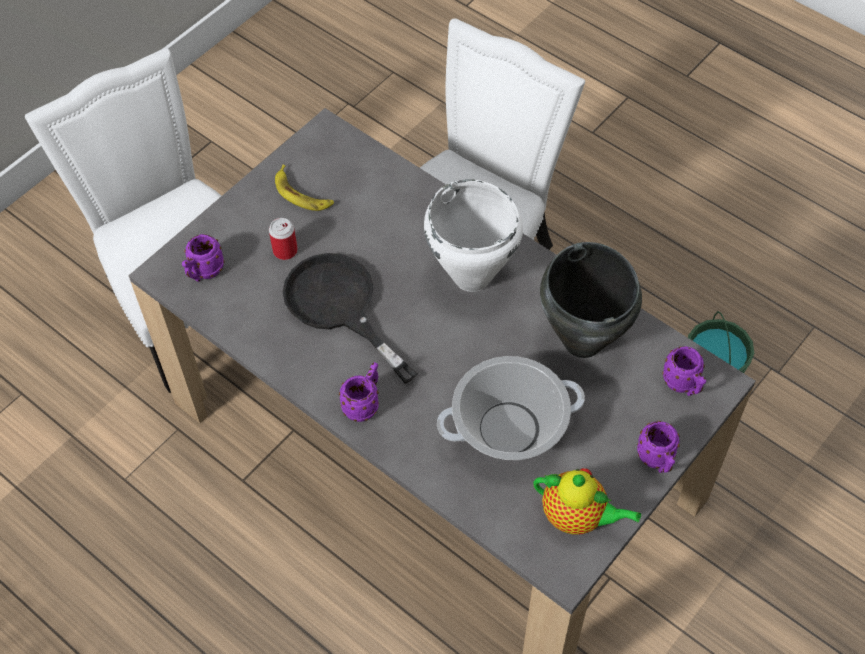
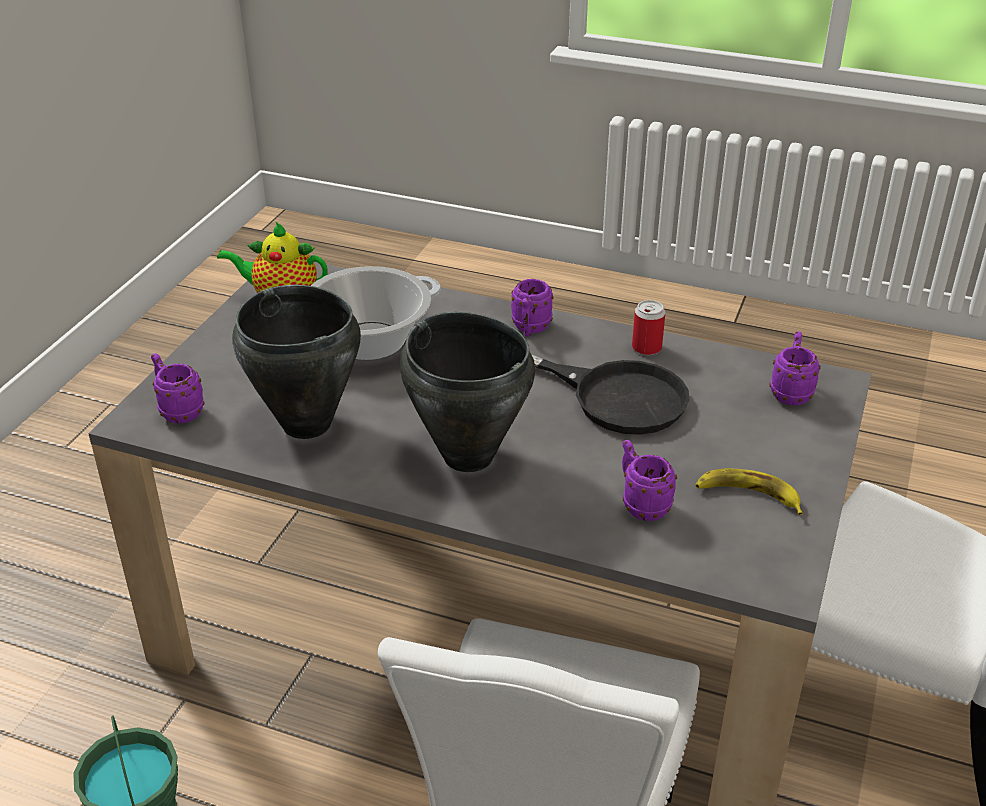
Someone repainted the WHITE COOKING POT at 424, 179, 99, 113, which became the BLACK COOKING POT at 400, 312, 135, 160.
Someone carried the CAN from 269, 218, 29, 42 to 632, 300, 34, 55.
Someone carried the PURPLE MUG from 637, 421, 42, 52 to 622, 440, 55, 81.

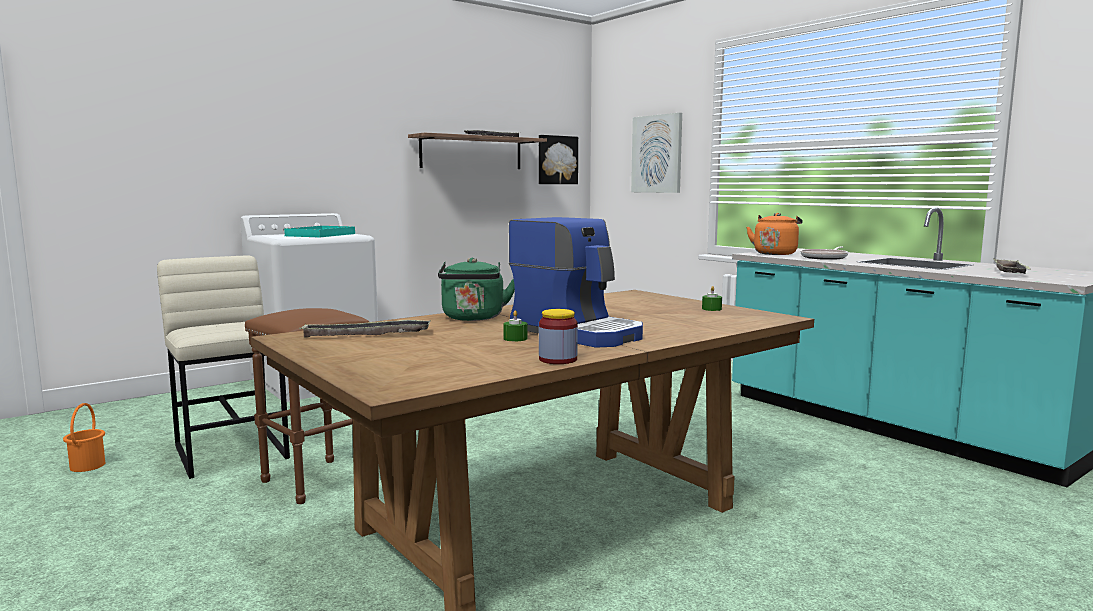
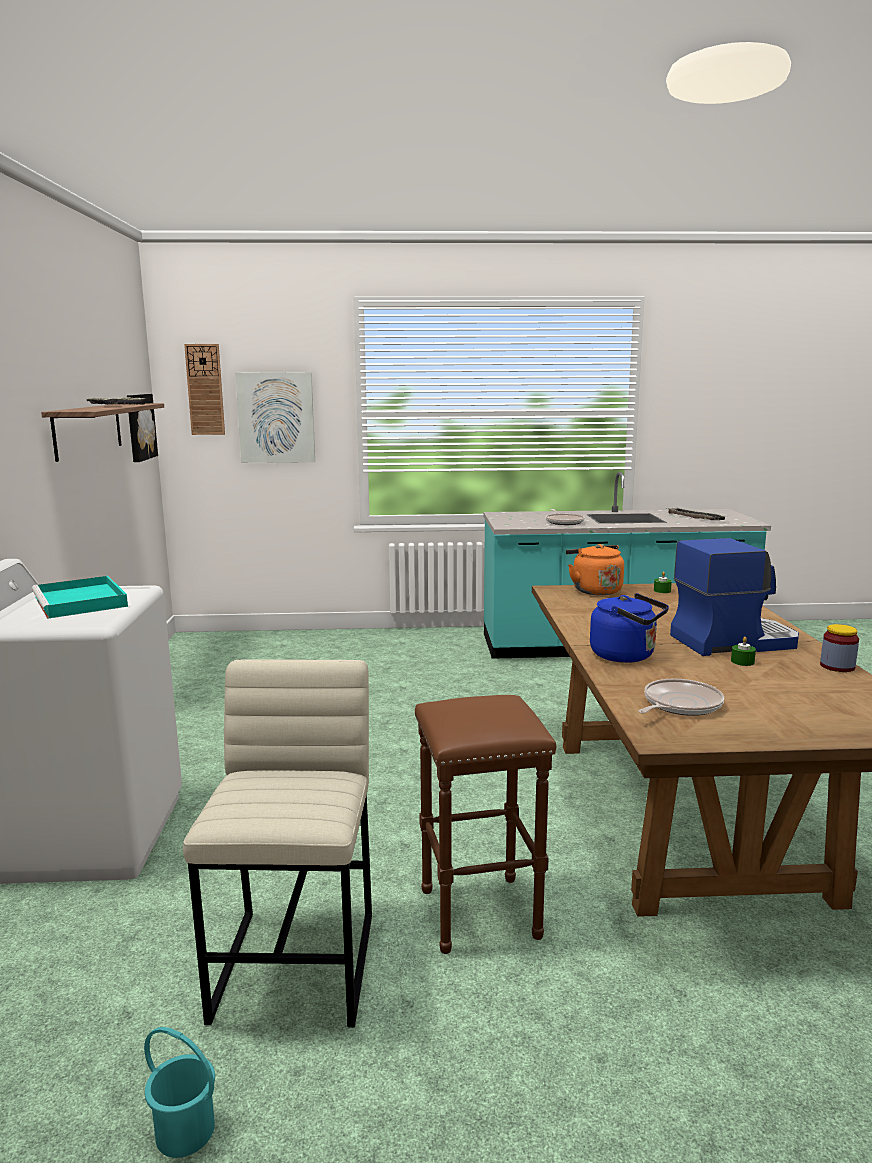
Someone carried the ORANGE KETTLE from 747, 213, 56, 42 to 566, 544, 58, 51.
Someone rotated the BEIGE CHAIR at 157, 256, 133, 223 by 90 degrees clockwise.
Someone repainted the GREEN KETTLE at 438, 258, 77, 63, which became the BLUE KETTLE at 590, 593, 79, 70.
Someone swapped the TRAY at 299, 320, 132, 18 for the FRYING PAN at 638, 679, 86, 37.
Someone repainted the ORANGE BUCKET at 63, 403, 42, 69, which became the TURQUOISE BUCKET at 144, 1027, 71, 131.
Someone put up the WALL CLOCK at 184, 344, 41, 91.

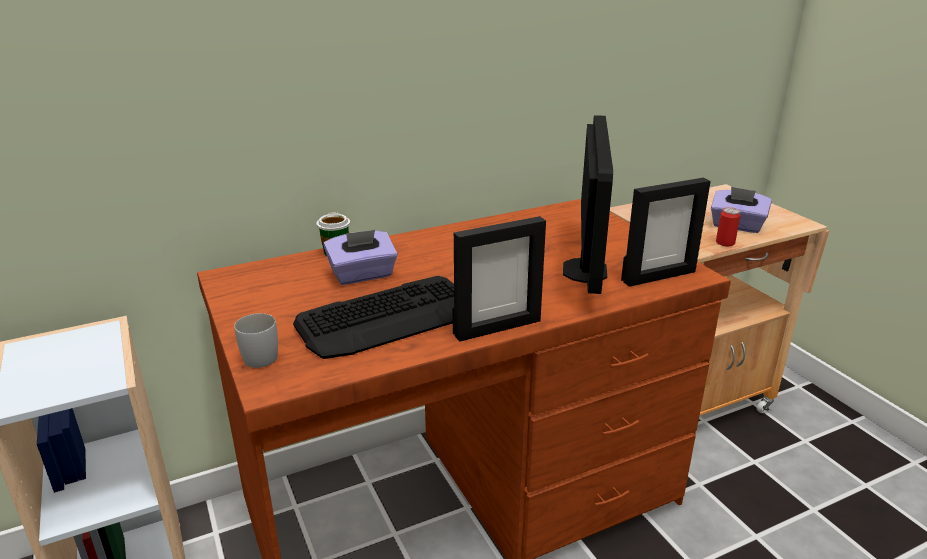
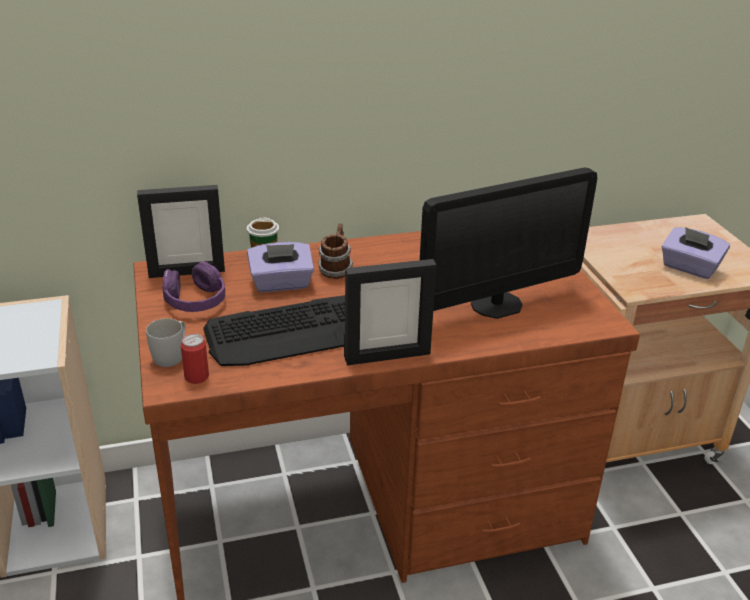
Someone rotated the MONITOR at 563, 115, 50, 179 by 45 degrees clockwise.
Someone carried the PICTURE FRAME from 621, 178, 90, 109 to 137, 185, 88, 93.
Someone carried the CAN from 716, 207, 24, 40 to 181, 334, 28, 50.
Someone put down the MUG at 318, 223, 35, 56.
Someone put down the PURPLE HEADPHONES at 162, 261, 63, 51.

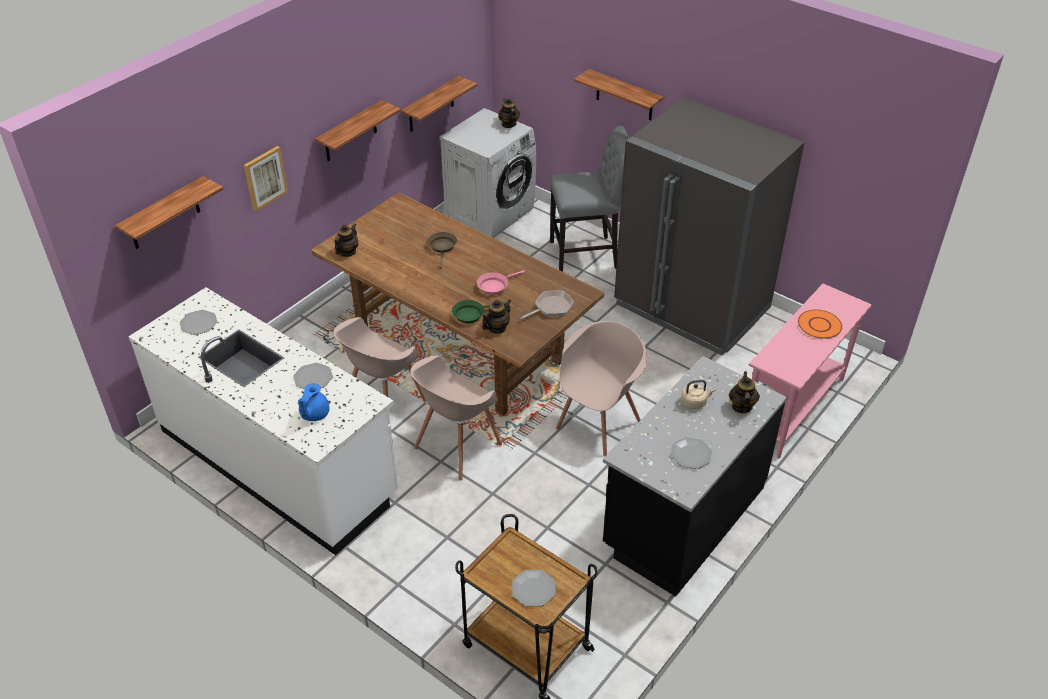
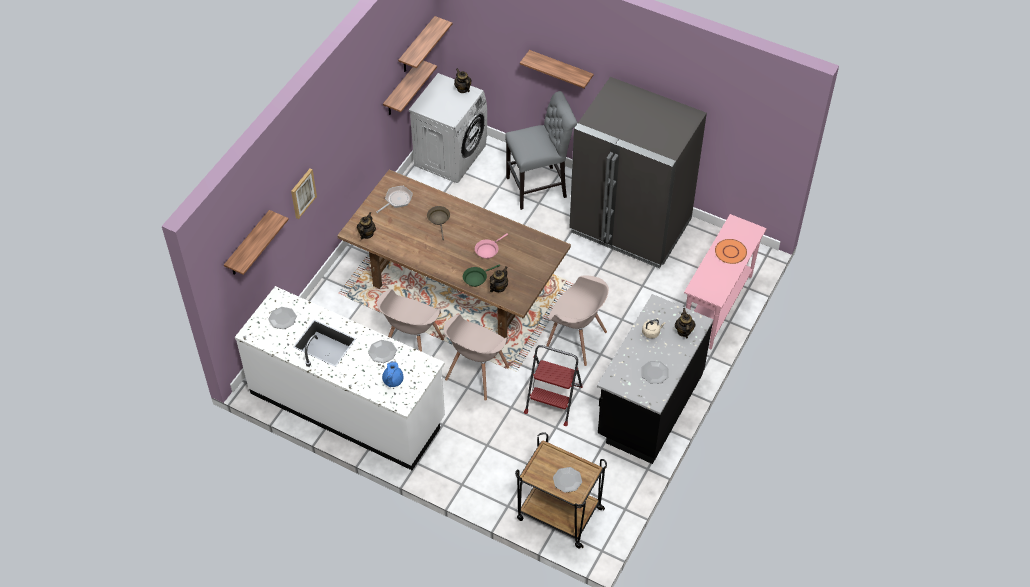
Someone carried the SHELF from 315, 100, 86, 61 to 398, 16, 54, 56.
Someone carried the FRYING PAN from 520, 290, 54, 29 to 376, 186, 37, 27.
Someone rotated the BEIGE CHAIR at 556, 321, 91, 135 by 90 degrees clockwise.
Someone put down the RED STEP LADDER at 524, 345, 59, 81.

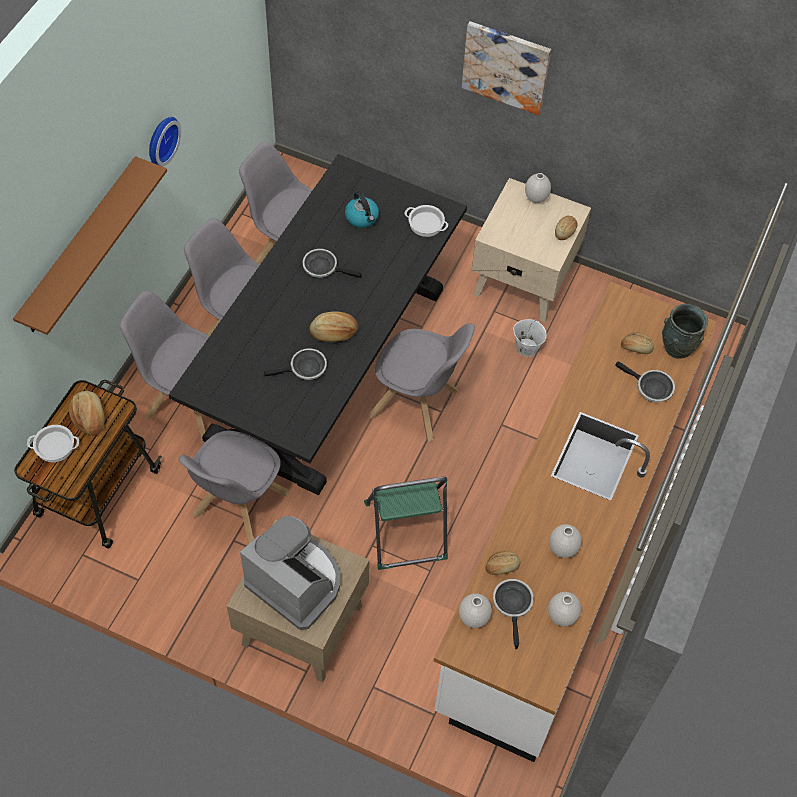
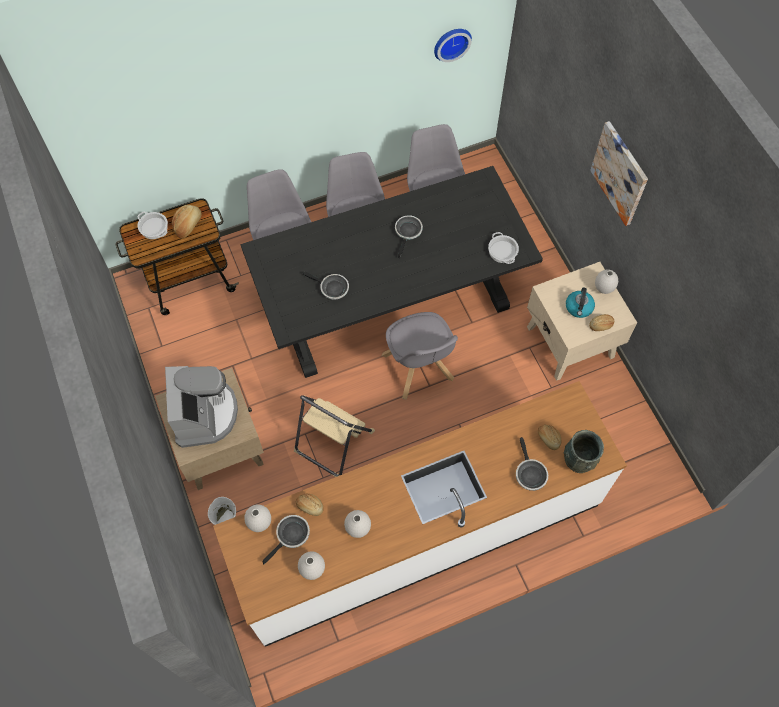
Someone carried the WALL CLOCK from 149, 117, 32, 49 to 434, 29, 38, 33.
Someone took away the BROWN SHELF at 13, 156, 154, 179.
Someone carried the KETTLE from 345, 191, 34, 37 to 566, 287, 29, 31.
Someone rotated the FRYING PAN at 303, 249, 58, 29 by 45 degrees clockwise.
Someone took away the BREAD at 310, 312, 48, 30.
Someone carried the WHITE BUCKET from 513, 317, 33, 40 to 208, 497, 28, 28.
Someone took away the GREY CHAIR at 179, 431, 111, 113.
Someone repainted the GREEN STEP LADDER at 364, 477, 84, 93, which became the BEIGE STEP LADDER at 294, 395, 81, 82.

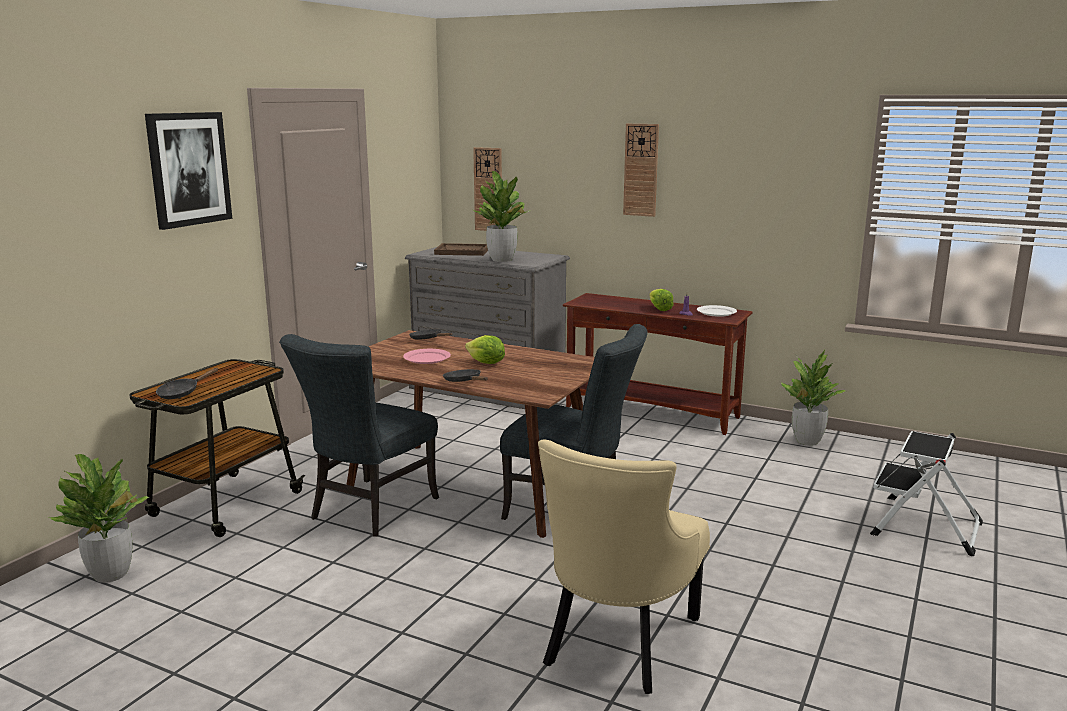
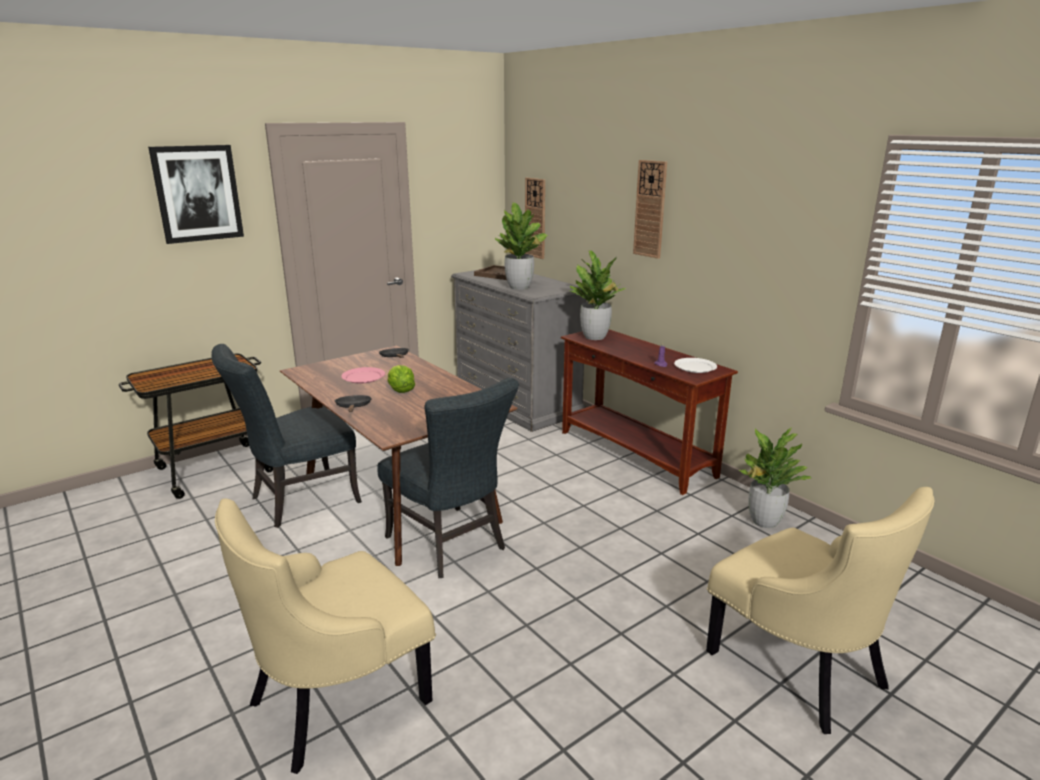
Someone took away the LETTUCE at 649, 289, 25, 22.
Someone took away the BLACK FRYING PAN at 156, 368, 62, 31.
Someone swapped the STEP LADDER at 870, 431, 113, 126 for the BEIGE CHAIR at 706, 487, 228, 247.
Someone carried the POTTED PLANT from 49, 454, 101, 129 to 567, 250, 60, 90.

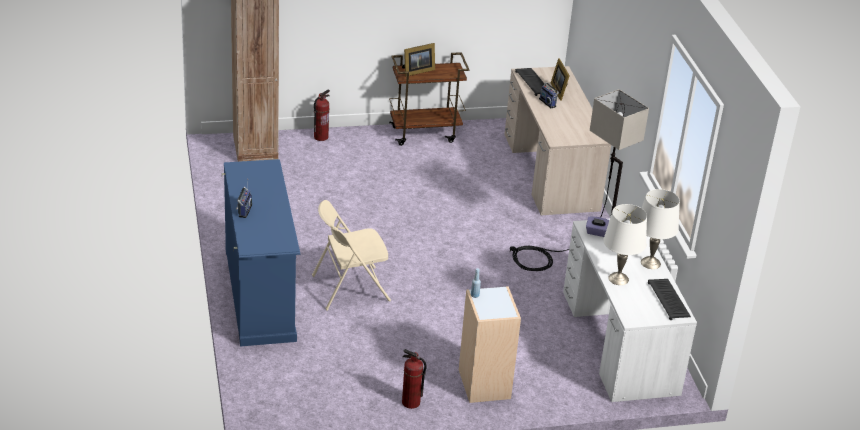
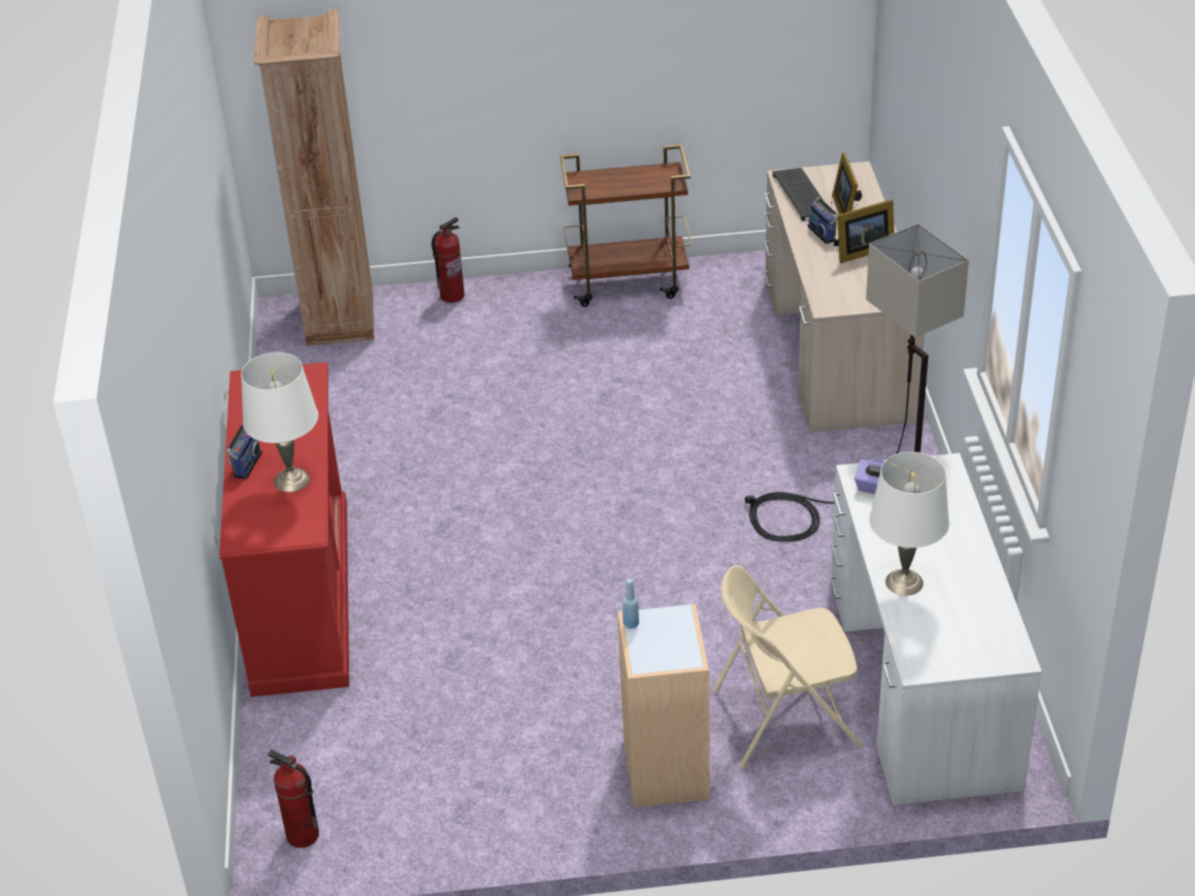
Someone carried the PICTURE FRAME from 402, 43, 33, 33 to 834, 199, 60, 64.
Someone repainted the BLUE CABINET at 222, 159, 78, 187, which became the RED CABINET at 215, 362, 134, 335.
Someone carried the WHITE TABLE LAMP from 641, 189, 39, 80 to 241, 352, 77, 140.
Someone carried the BEIGE CHAIR from 312, 200, 79, 111 to 713, 565, 149, 205.
Someone took away the KEYBOARD at 648, 279, 43, 41.
Someone carried the FIRE EXTINGUISHER from 402, 349, 25, 60 to 268, 750, 51, 98.

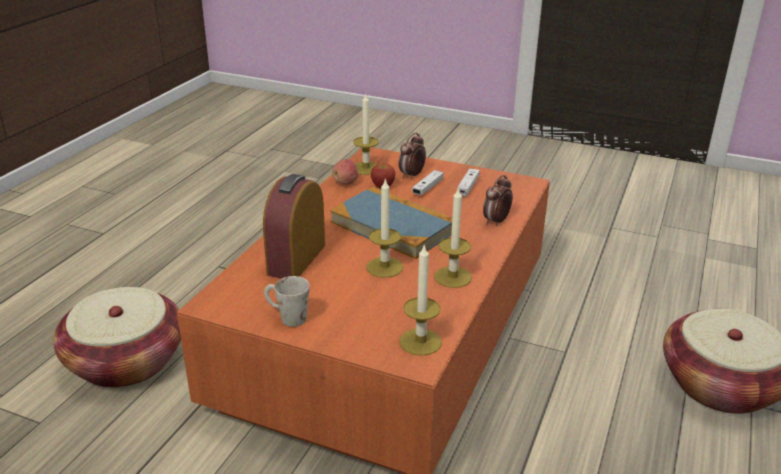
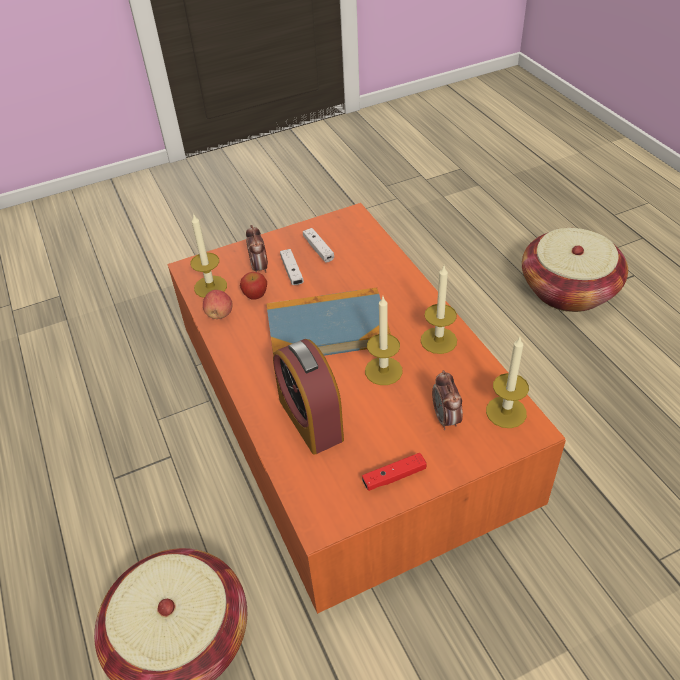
Someone carried the ALARM CLOCK from 483, 175, 30, 51 to 432, 370, 31, 60.
Someone swapped the WHITE MUG at 264, 276, 46, 51 for the RED GAME CONTROLLER at 362, 453, 65, 38.

